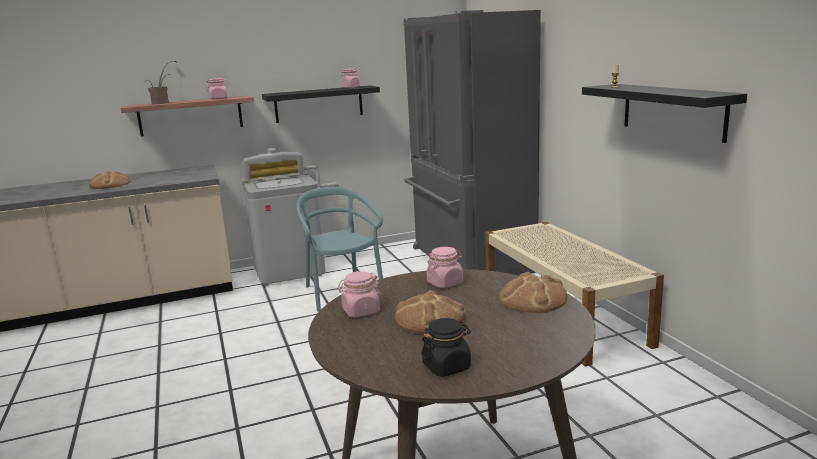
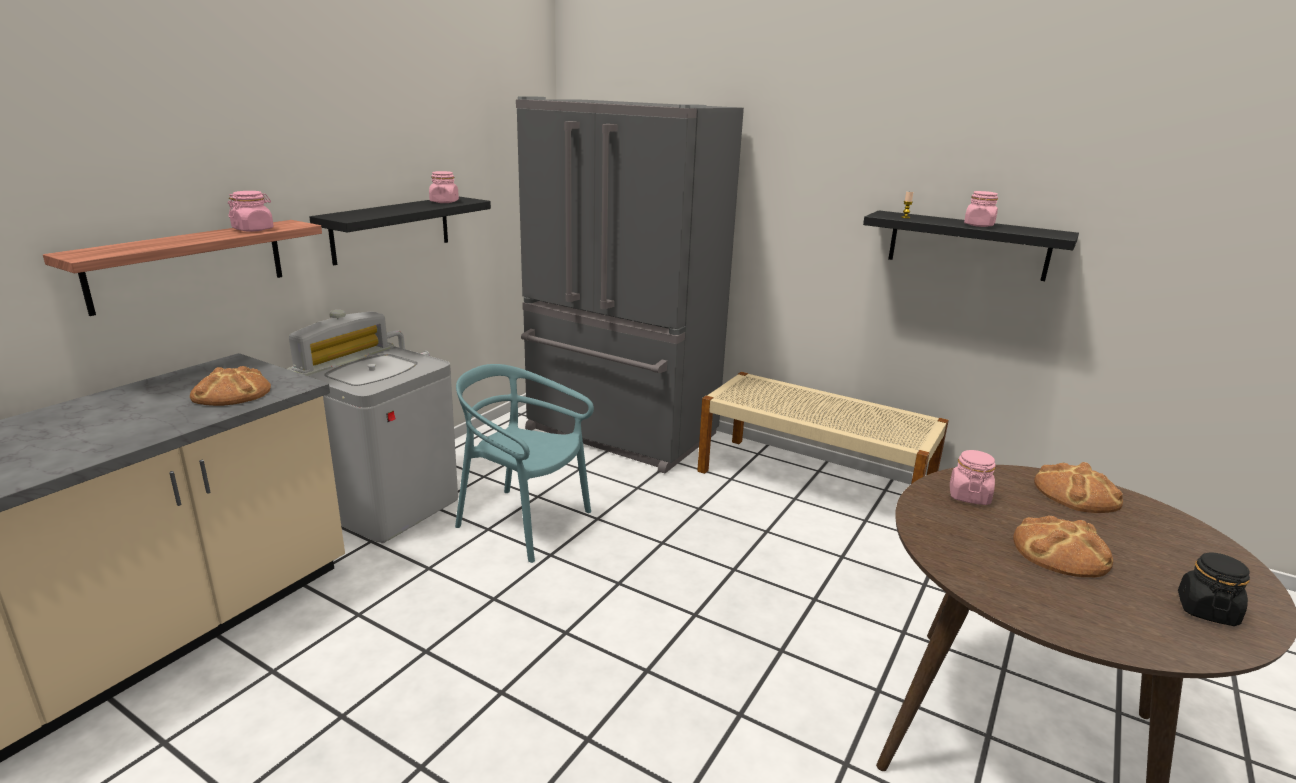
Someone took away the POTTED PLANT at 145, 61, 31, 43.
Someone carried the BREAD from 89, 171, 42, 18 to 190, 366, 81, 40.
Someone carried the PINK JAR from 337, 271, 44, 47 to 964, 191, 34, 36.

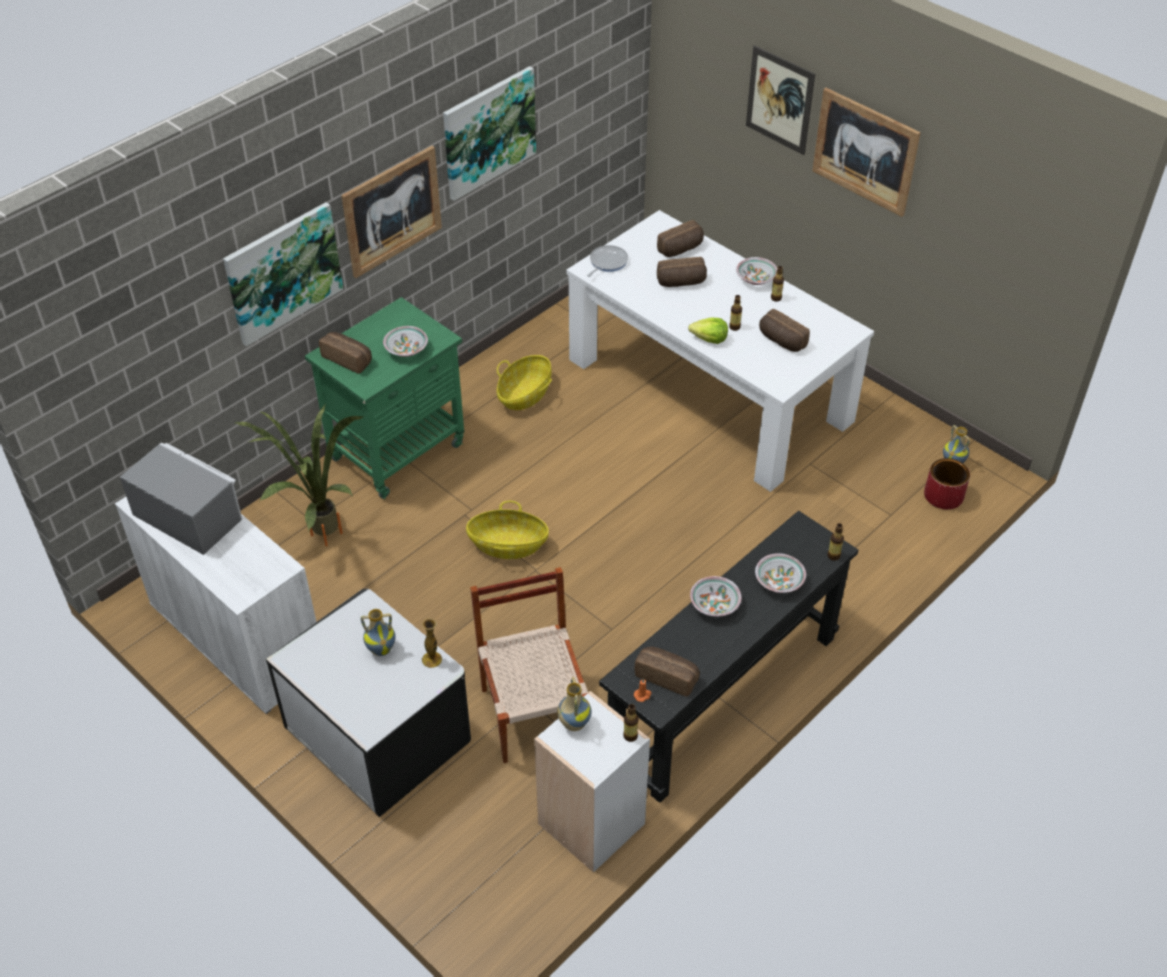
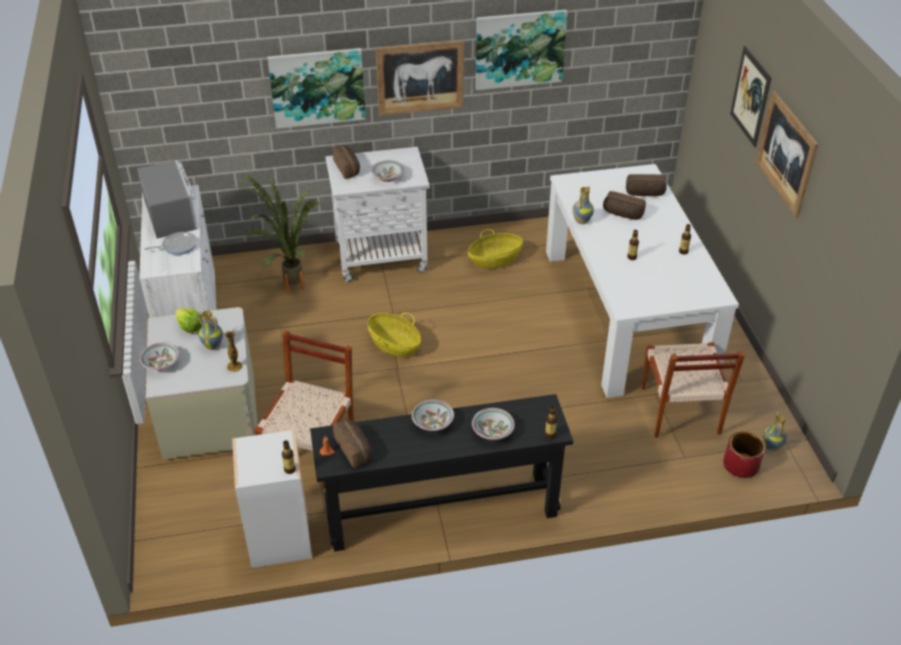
Someone carried the FRYING PAN from 587, 245, 41, 32 to 144, 232, 53, 23.
Someone carried the BOWL from 736, 257, 41, 28 to 140, 342, 40, 28.
Someone repainted the GREEN CART at 305, 297, 159, 202, which became the WHITE CART at 325, 147, 105, 135.
Someone took away the BREAD at 759, 309, 51, 43.
Someone carried the LETTUCE from 688, 318, 40, 26 to 175, 308, 28, 25.
Someone repainted the BLACK NIGHTSTAND at 266, 589, 205, 228, which became the BEIGE NIGHTSTAND at 146, 307, 112, 152.
Someone carried the VASE from 557, 677, 34, 54 to 572, 186, 22, 38.
Someone put down the CHAIR at 641, 342, 104, 96.

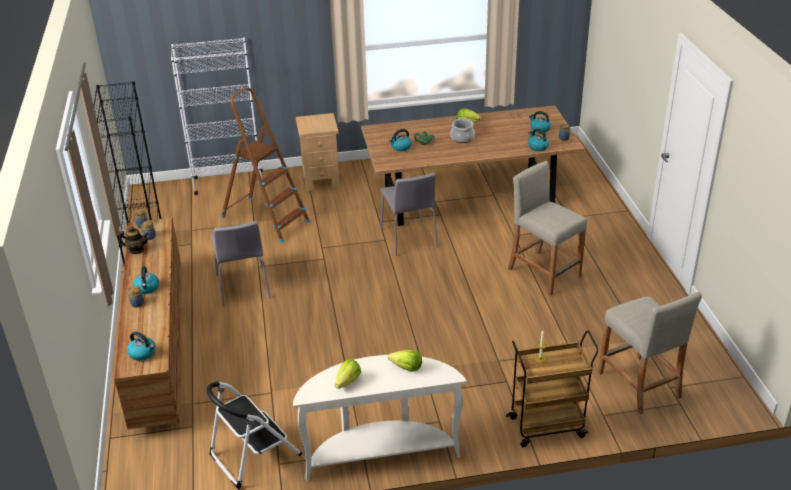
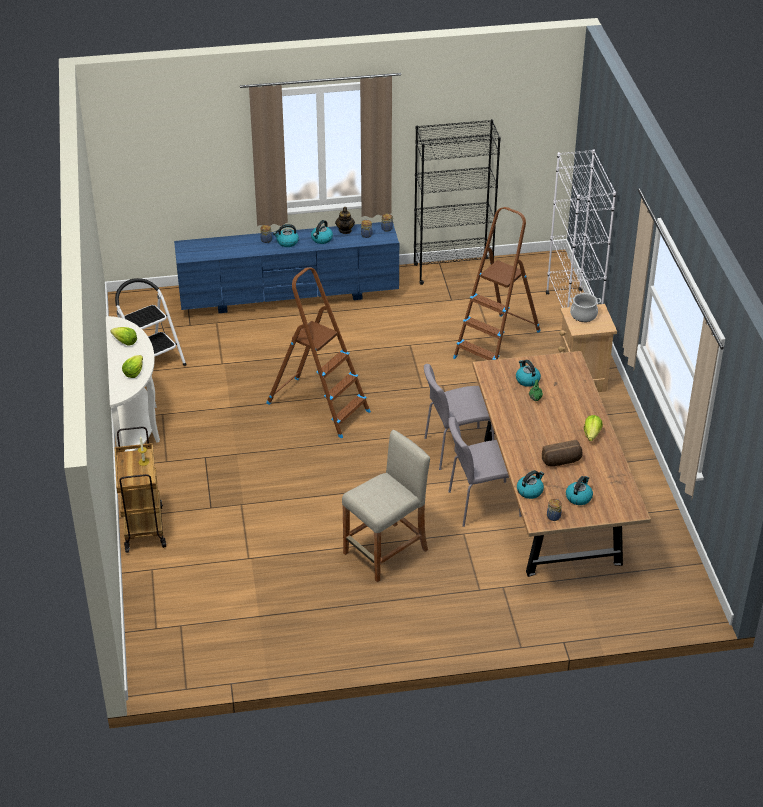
Someone carried the COOKING POT from 450, 117, 25, 26 to 569, 293, 32, 29.
Someone repainted the BROWN CABINET at 114, 216, 67, 214, which became the BLUE CABINET at 174, 222, 225, 91.
Someone carried the GREY CHAIR from 211, 221, 60, 86 to 448, 417, 74, 110.
Someone took away the BEIGE STOOL at 598, 292, 104, 122.
Someone carried the KETTLE from 127, 332, 29, 29 to 311, 220, 22, 24.
Someone put down the BROWN STEP LADDER at 266, 267, 105, 171.
Someone put down the BREAD at 542, 440, 41, 26.

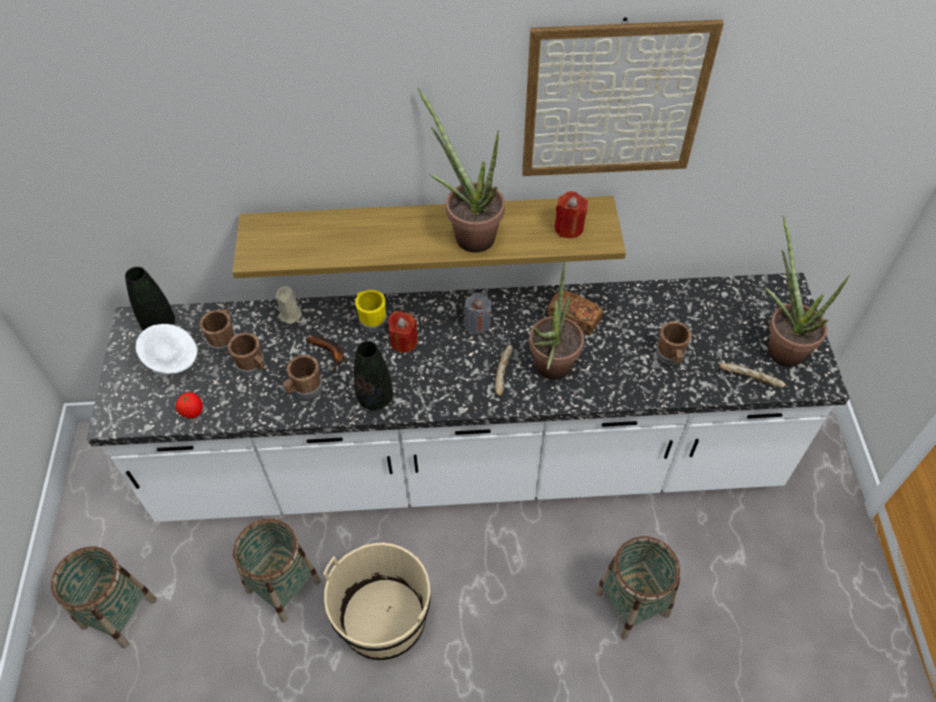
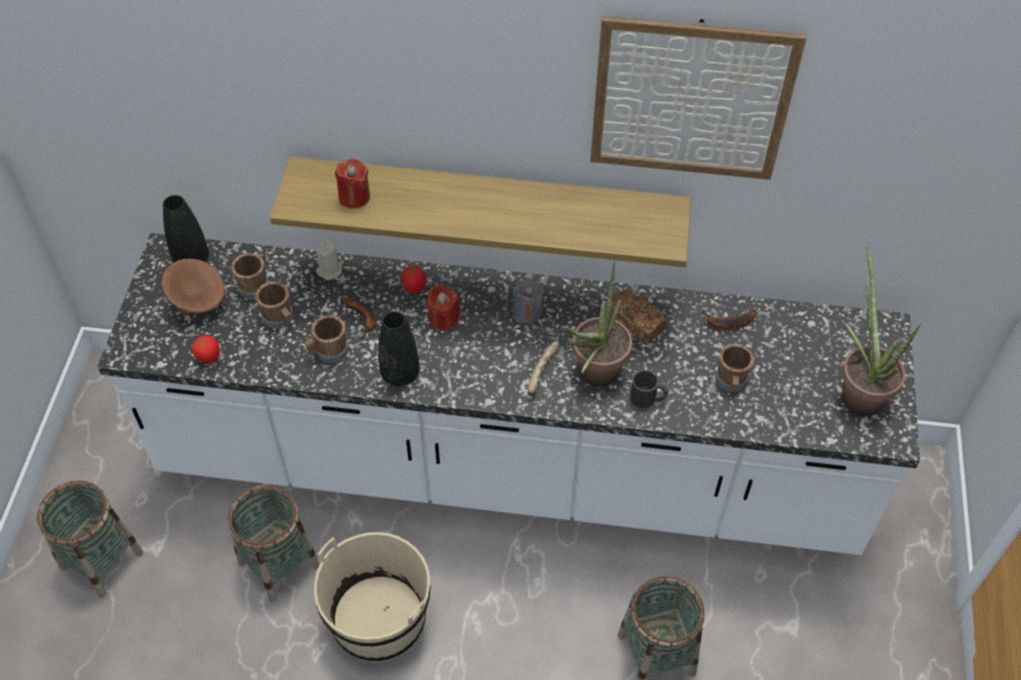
Someone took away the POTTED PLANT at 417, 88, 88, 165.
Someone carried the RED CANDLE from 554, 191, 34, 47 to 335, 158, 35, 50.
Someone swapped the YELLOW MUG at 355, 290, 32, 42 for the TOMATO at 401, 266, 25, 28.
Someone repainted the WHITE BOWL at 136, 324, 62, 54, which became the BROWN BOWL at 161, 259, 64, 57.
Someone took away the BREAD at 720, 363, 66, 25.
Someone put down the BANANA at 702, 308, 54, 22.
Someone put down the BLACK MUG at 630, 370, 38, 38.

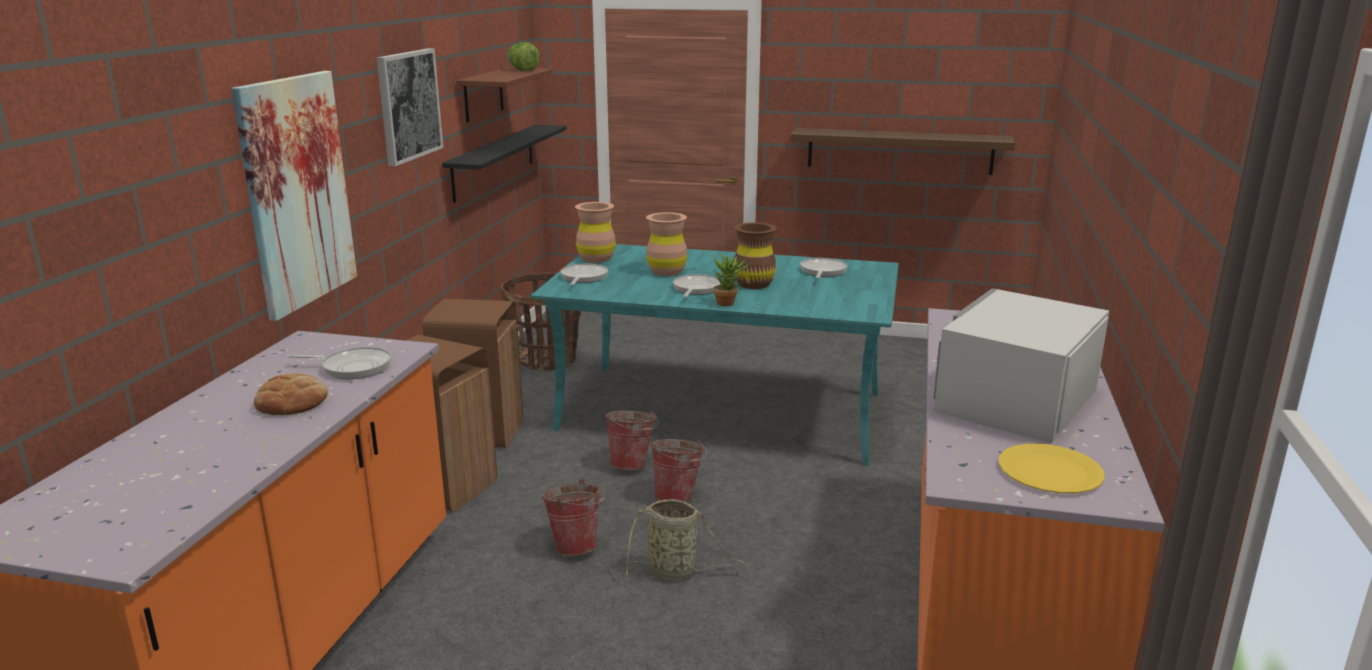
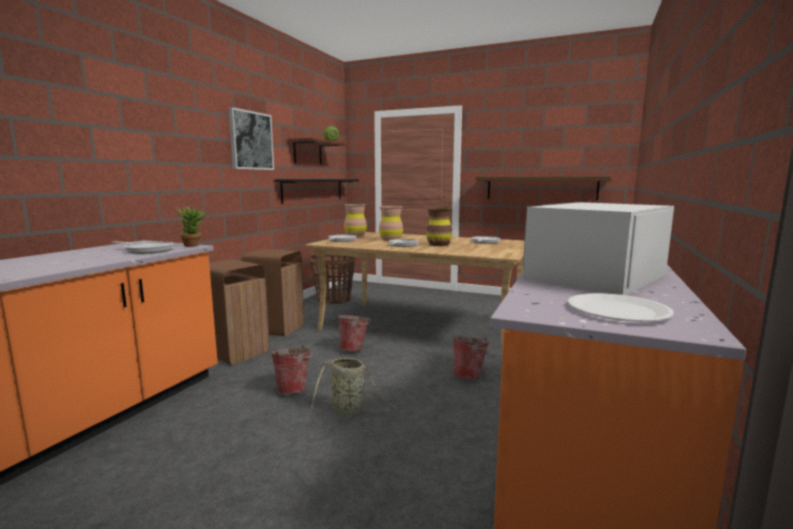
Someone took away the PICTURE at 231, 71, 126, 250.
Someone repainted the TURQUOISE DINING TABLE at 531, 244, 368, 222, which became the BEIGE DINING TABLE at 306, 232, 218, 119.
Someone carried the POTTED PLANT from 710, 254, 40, 52 to 176, 206, 33, 41.
Someone took away the BREAD at 254, 373, 74, 42.
Someone carried the BUCKET from 651, 439, 56, 63 to 453, 336, 38, 43.
Someone repainted the YELLOW PLATE at 998, 444, 107, 49, which became the WHITE PLATE at 568, 293, 106, 29.

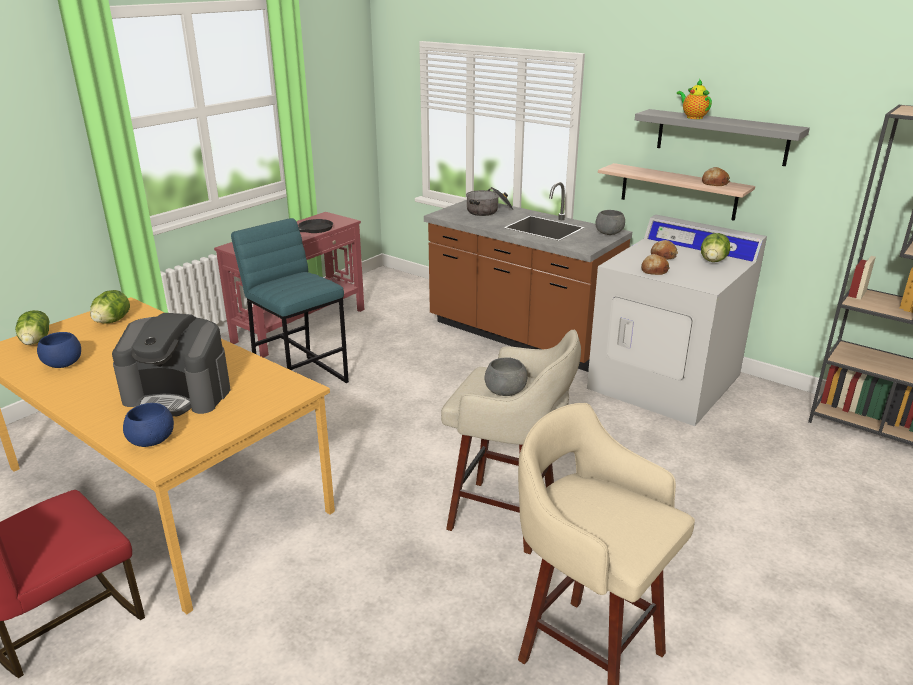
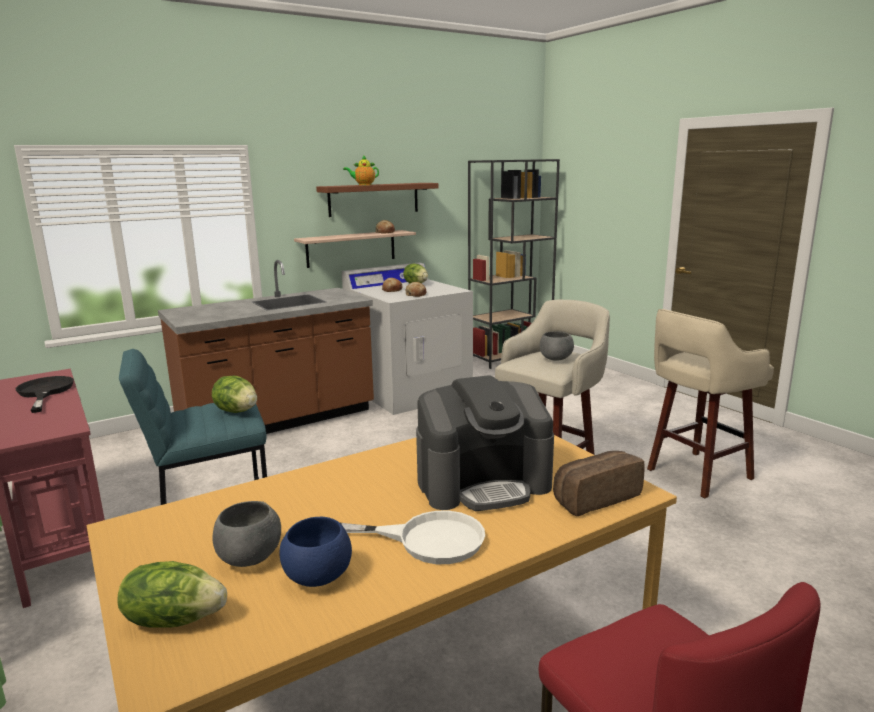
Someone repainted the GREY SHELF at 635, 109, 175, 57, which became the BROWN SHELF at 316, 183, 123, 34.
Someone took away the COOKING POT at 466, 187, 48, 29.
Someone carried the GREY BOWL from 595, 210, 30, 25 to 213, 501, 68, 66.
Someone carried the LETTUCE from 90, 290, 40, 33 to 212, 376, 45, 37.
Someone rotated the COFFEE MACHINE at 112, 313, 118, 103 by 45 degrees clockwise.
Someone swapped the BLUE BOWL at 123, 403, 51, 44 for the BREAD at 553, 451, 92, 65.
Someone put down the WHITE FRYING PAN at 340, 511, 145, 53.

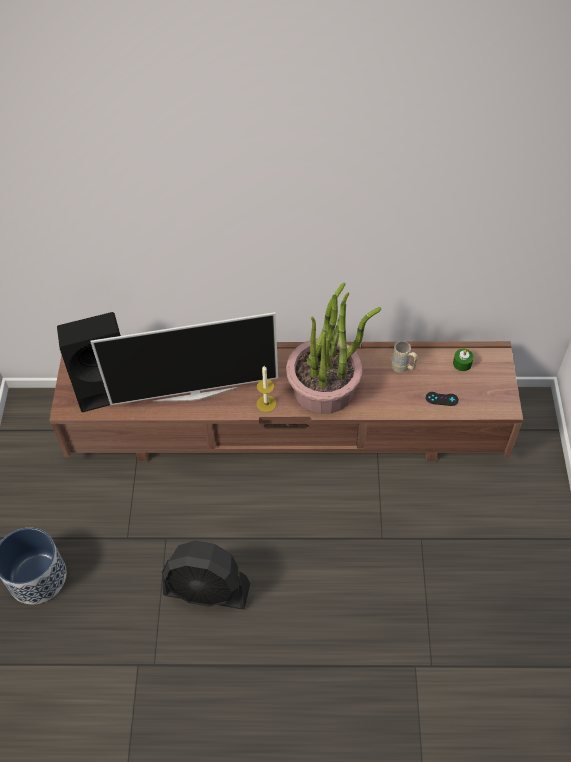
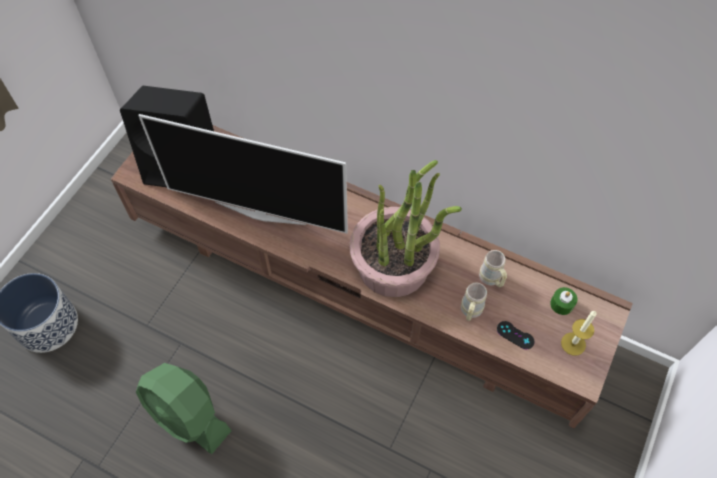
Someone carried the CANDLE from 257, 366, 20, 46 to 561, 310, 36, 46.
Someone repainted the BLACK FAN at 162, 541, 88, 68, which became the GREEN FAN at 136, 363, 96, 91.
Someone put down the BEIGE MUG at 461, 282, 26, 39.

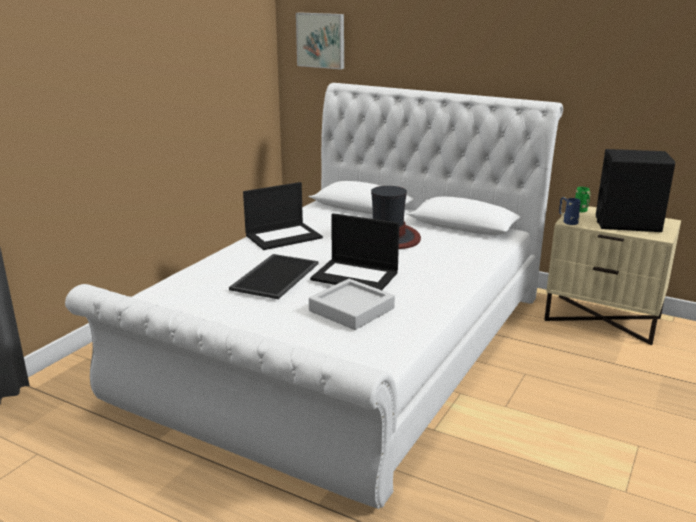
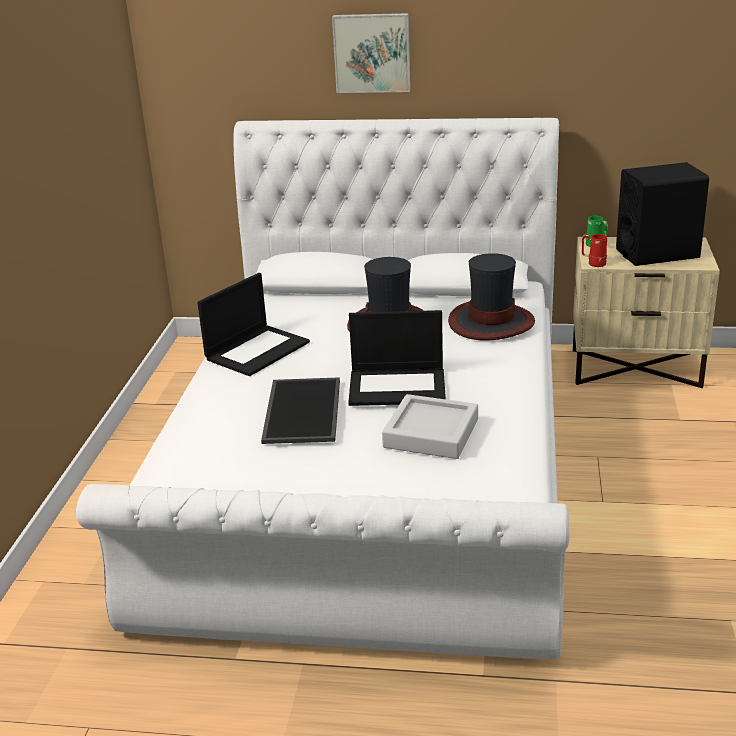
Someone carried the PICTURE from 296, 12, 48, 57 to 332, 13, 79, 80.
Someone repainted the BLUE MUG at 559, 197, 22, 28, which became the RED MUG at 582, 234, 25, 33.
Someone put down the HAT at 448, 253, 87, 87.

